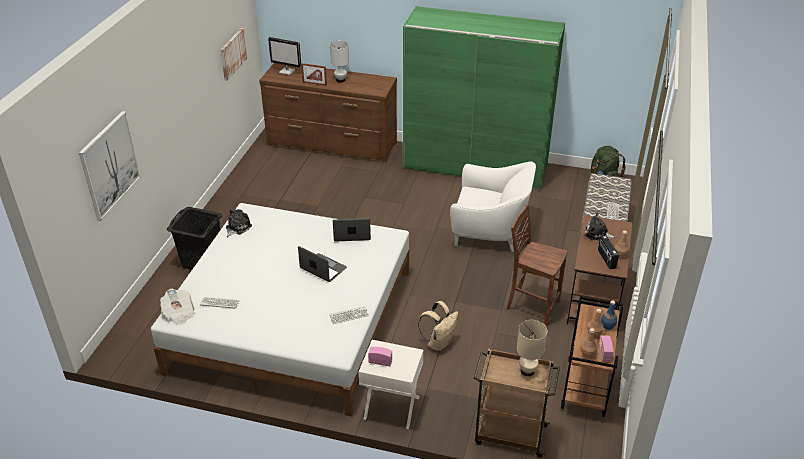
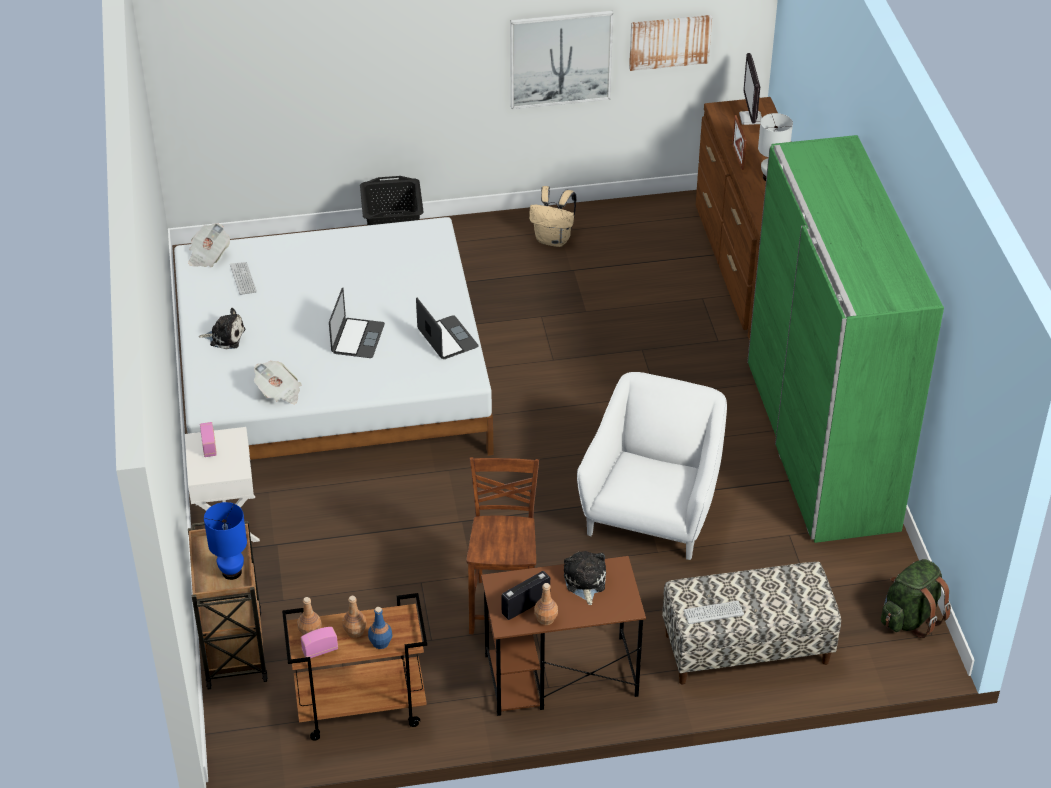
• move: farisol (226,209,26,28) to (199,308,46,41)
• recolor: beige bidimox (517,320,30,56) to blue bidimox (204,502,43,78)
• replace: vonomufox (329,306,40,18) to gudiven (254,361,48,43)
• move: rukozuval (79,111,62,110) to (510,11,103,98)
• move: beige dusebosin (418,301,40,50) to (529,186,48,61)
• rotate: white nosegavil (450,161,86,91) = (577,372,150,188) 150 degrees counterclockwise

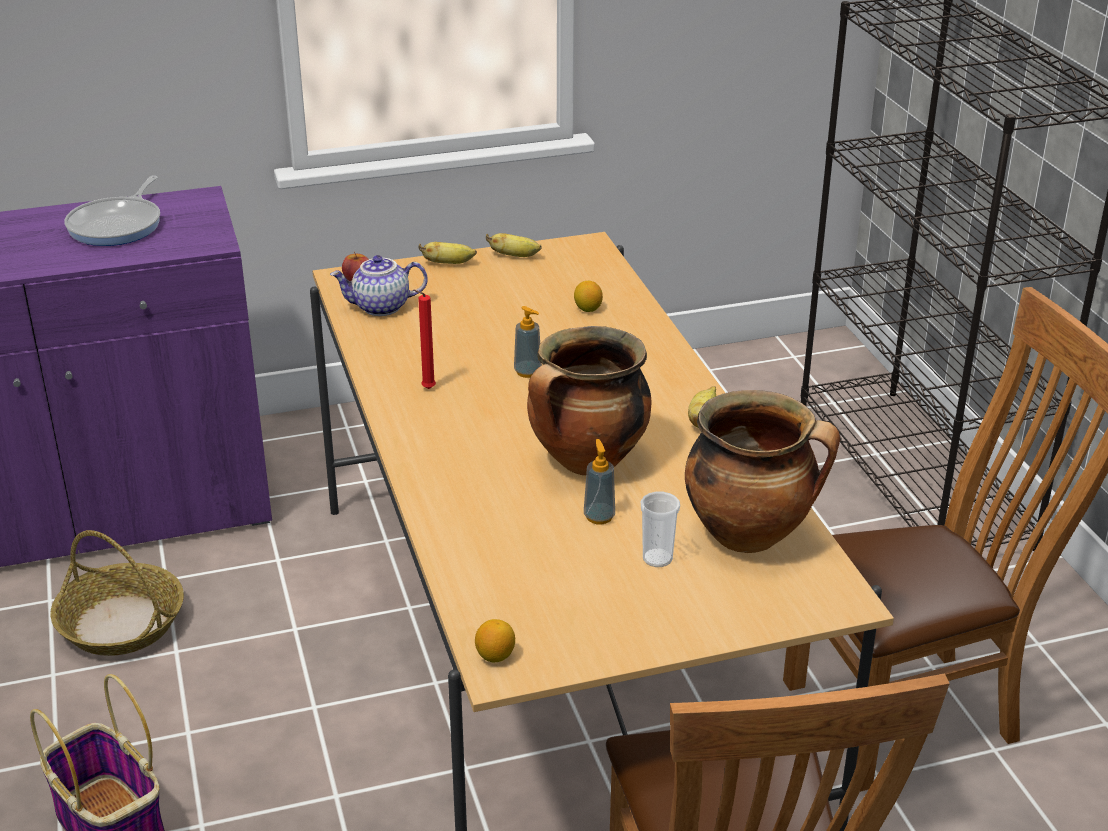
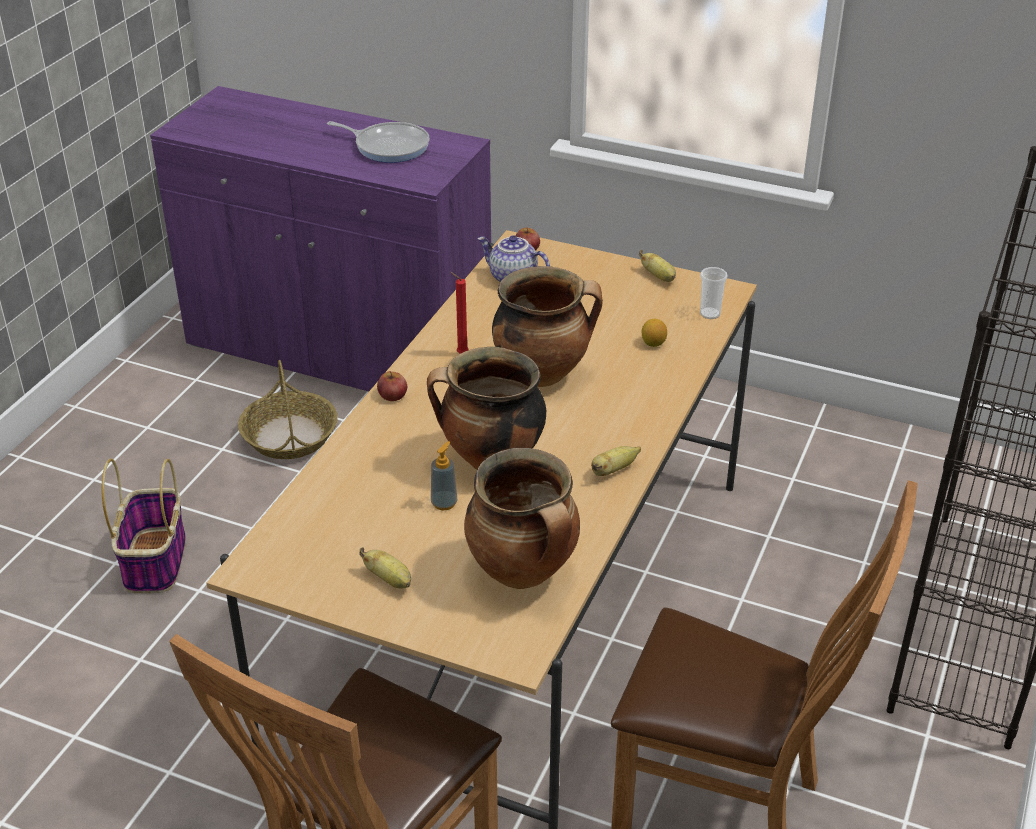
• rotate: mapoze (65,175,95,71) = (327,121,102,42) 120 degrees counterclockwise
• move: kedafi (418,242,59,22) to (359,547,52,42)
• insert: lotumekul (377,371,30,30)
• replace: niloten (514,306,28,72) to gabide (492,266,111,121)
• move: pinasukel (640,492,40,75) to (700,267,28,52)
• delete: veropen (475,619,40,44)

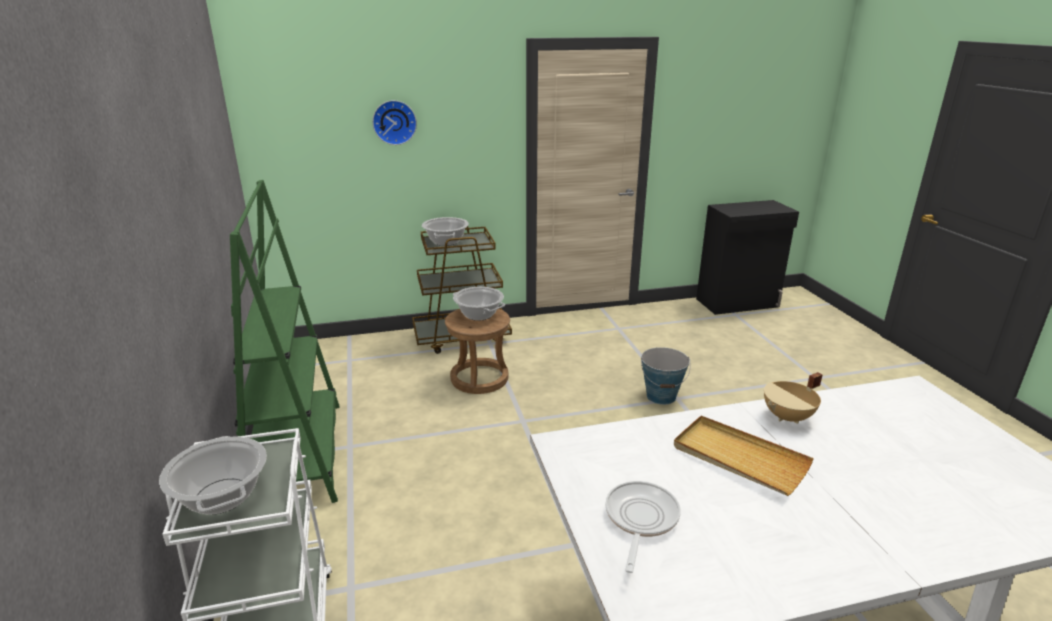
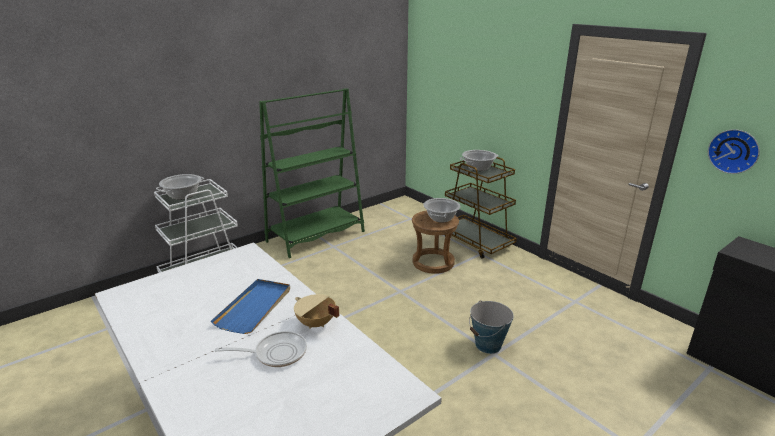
• recolor: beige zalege (674,416,140,80) to blue zalege (211,279,79,55)
• move: mapoze (605,481,76,92) to (215,331,92,36)
• move: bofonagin (372,100,45,45) to (708,129,52,45)

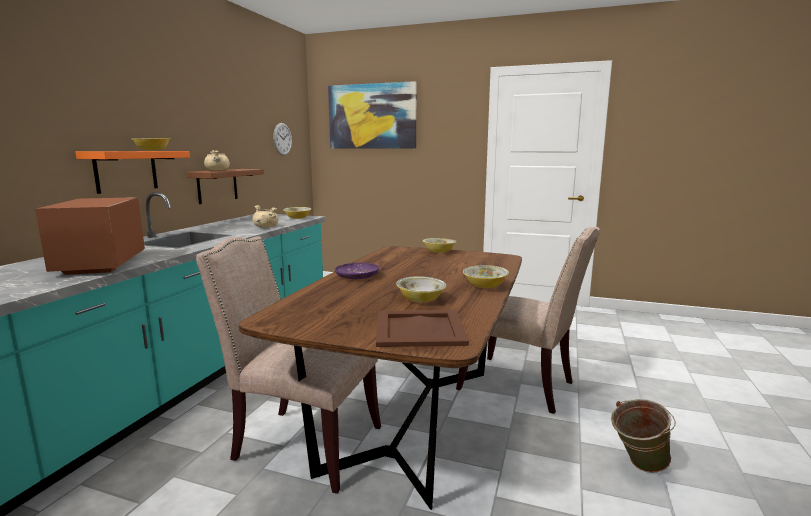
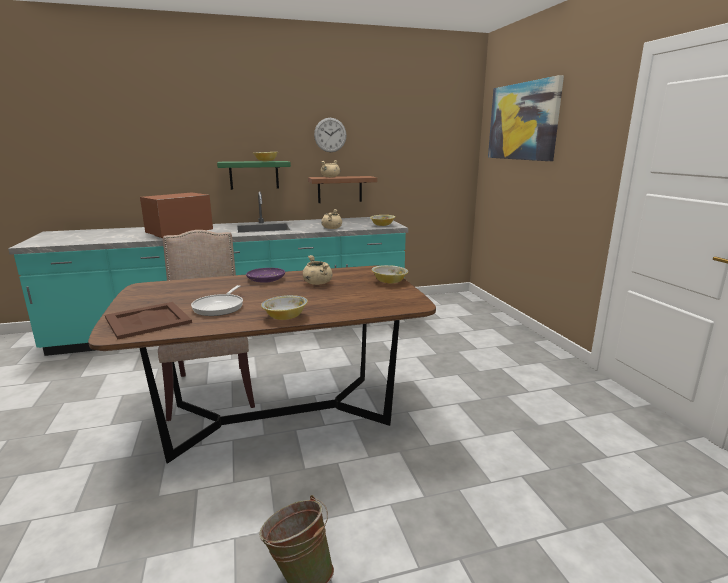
• replace: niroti (396,276,50,26) to mapoze (191,285,52,31)
• recolor: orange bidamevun (76,151,114,43) to green bidamevun (217,161,74,29)
• insert: beige gabide (303,255,30,30)
• move: bofonagin (273,123,19,33) to (314,118,33,34)
• delete: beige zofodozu (456,227,144,187)

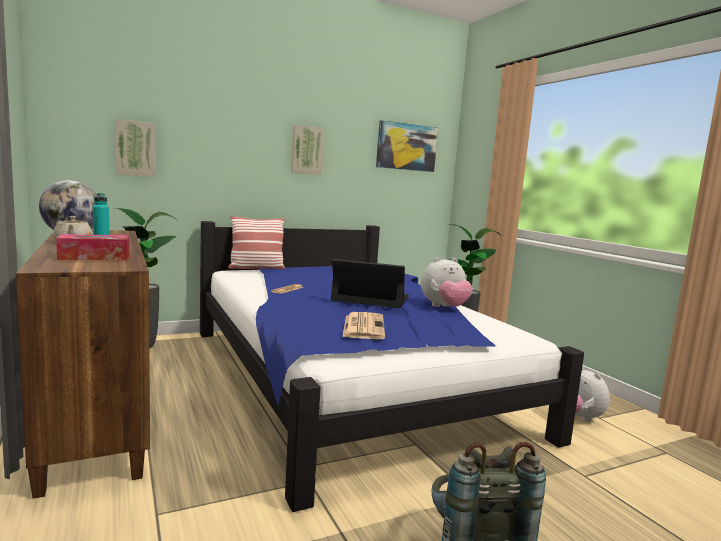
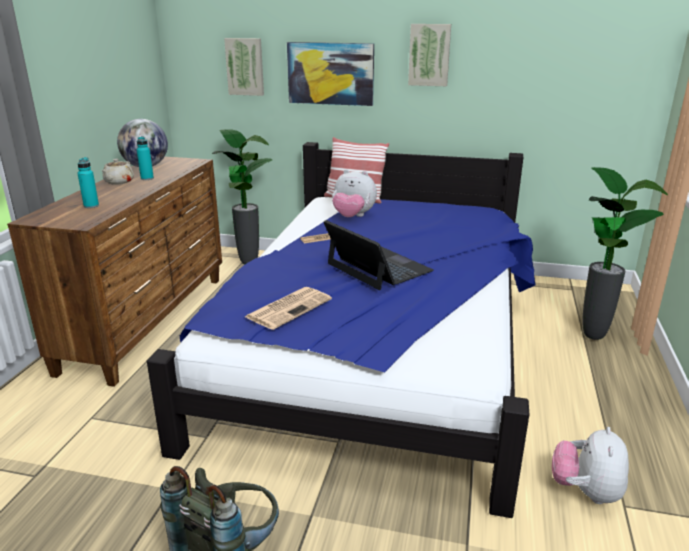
• replace: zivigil (56,234,73,26) to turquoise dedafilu (77,157,22,51)
• move: rukozuval (376,120,62,52) to (287,42,87,64)
• move: farisol (421,258,52,49) to (332,169,45,48)

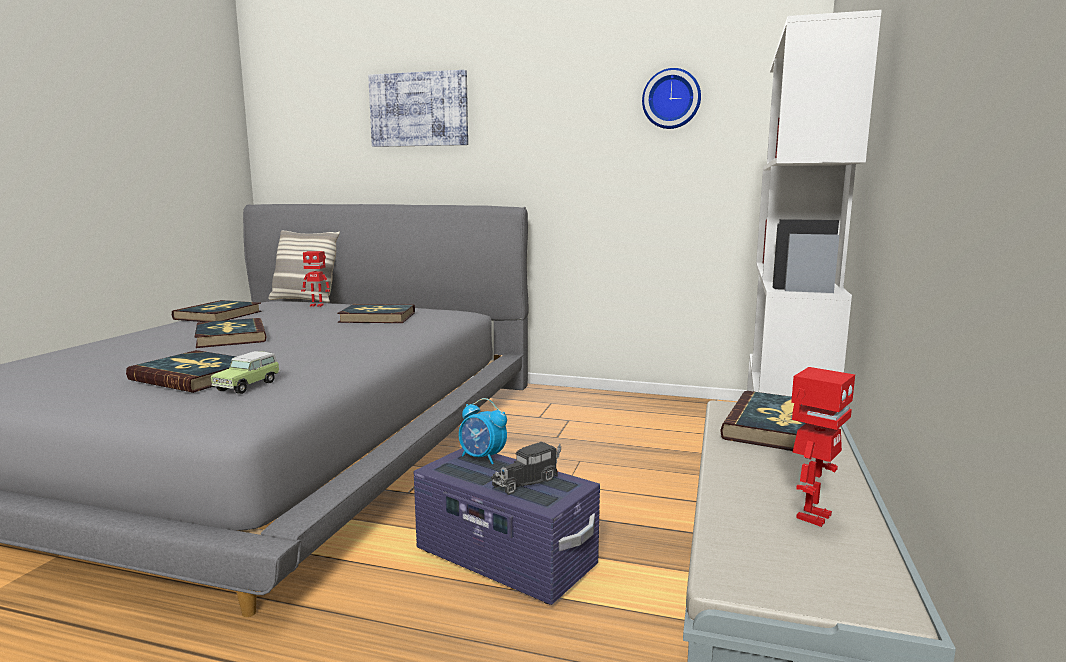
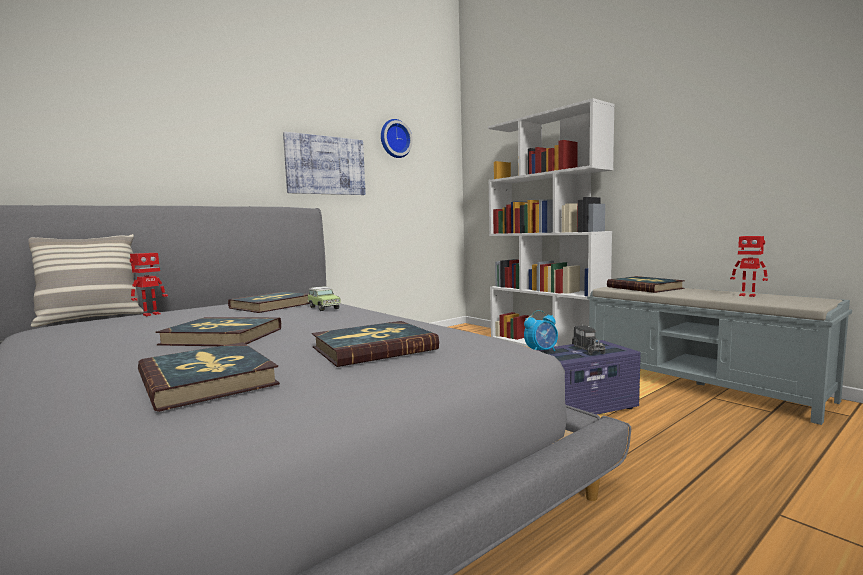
• move: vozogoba (172,300,90,22) to (138,342,142,70)
• move: rukozuval (368,70,100,77) to (283,132,83,63)
• move: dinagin (211,351,69,43) to (307,286,34,25)
• rotate: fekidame (791,367,64,160) = (730,236,38,61) 150 degrees clockwise

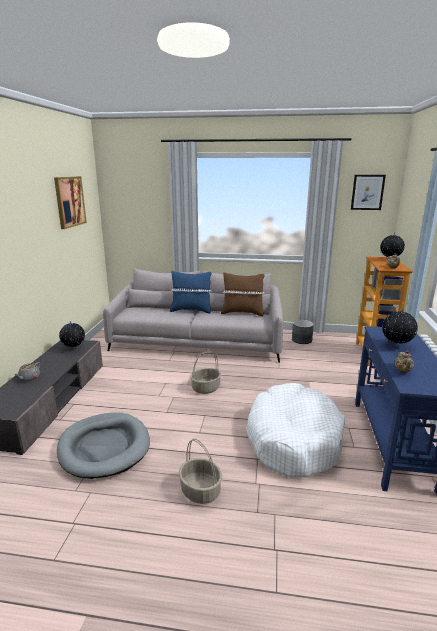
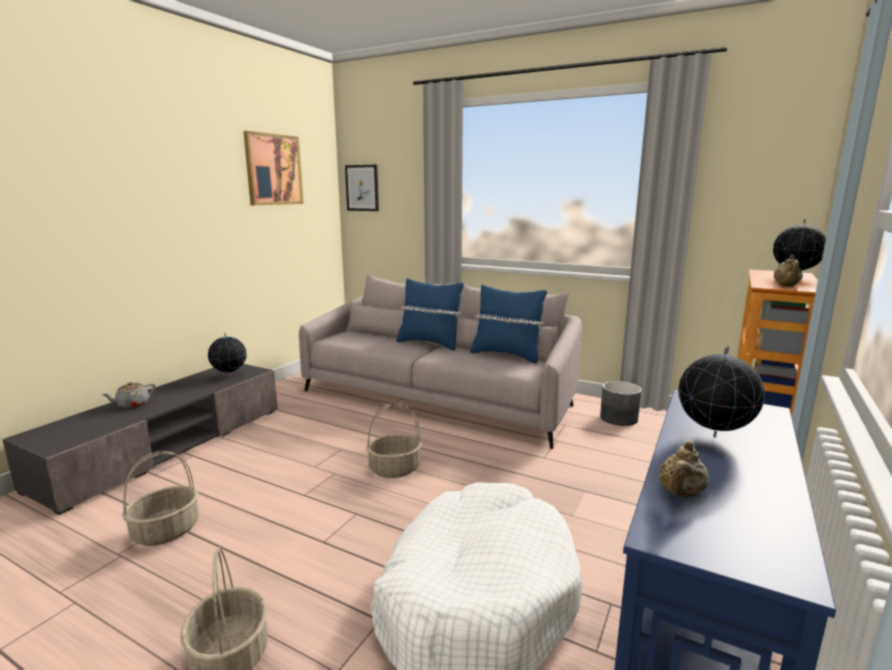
• replace: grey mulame (57,412,93,67) to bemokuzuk (122,451,77,95)
• move: rukozuval (351,175,35,35) to (345,165,34,46)
• recolor: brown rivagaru (221,272,44,44) to blue rivagaru (470,284,77,80)

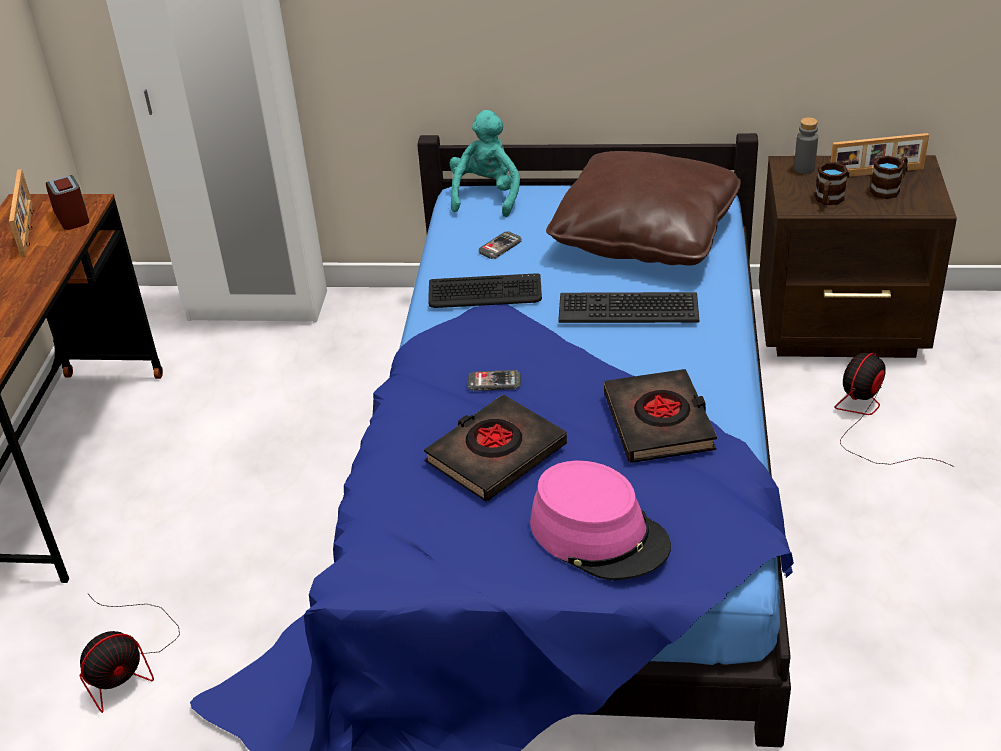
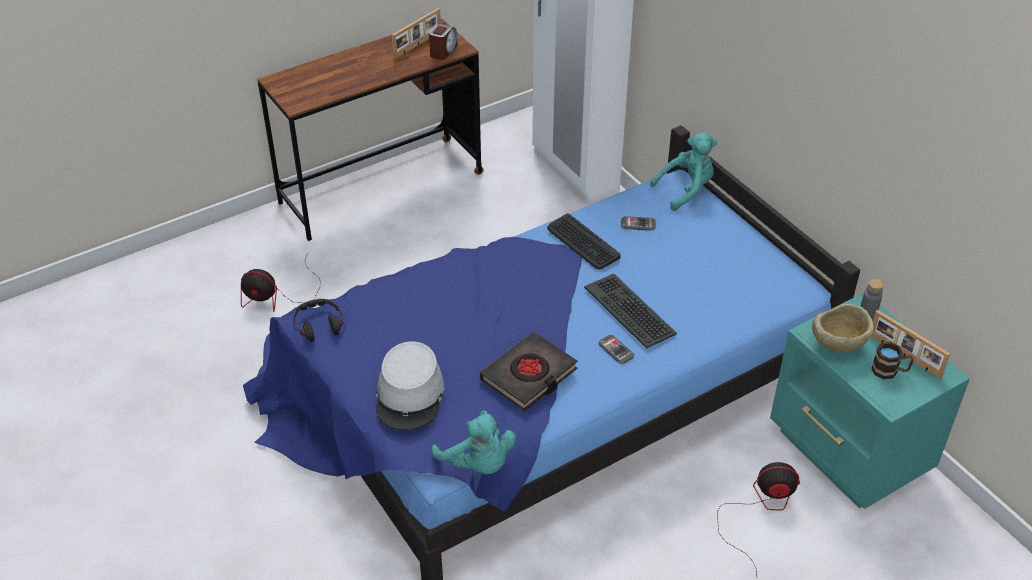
• insert: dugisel (293,299,50,43)
• recolor: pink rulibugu (530,461,141,119) to grey rulibugu (376,341,68,90)
• insert: turquoise farisol (431,410,85,64)
• move: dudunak (468,370,53,21) to (598,335,36,29)
• recolor: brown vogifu (759,155,198,203) to turquoise vogifu (770,293,200,216)
• replace: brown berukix (815,162,33,43) to beige niroti (812,304,62,49)
• delete: black vozogoba (424,394,143,108)
• delete: brown rivagaru (546,151,195,115)

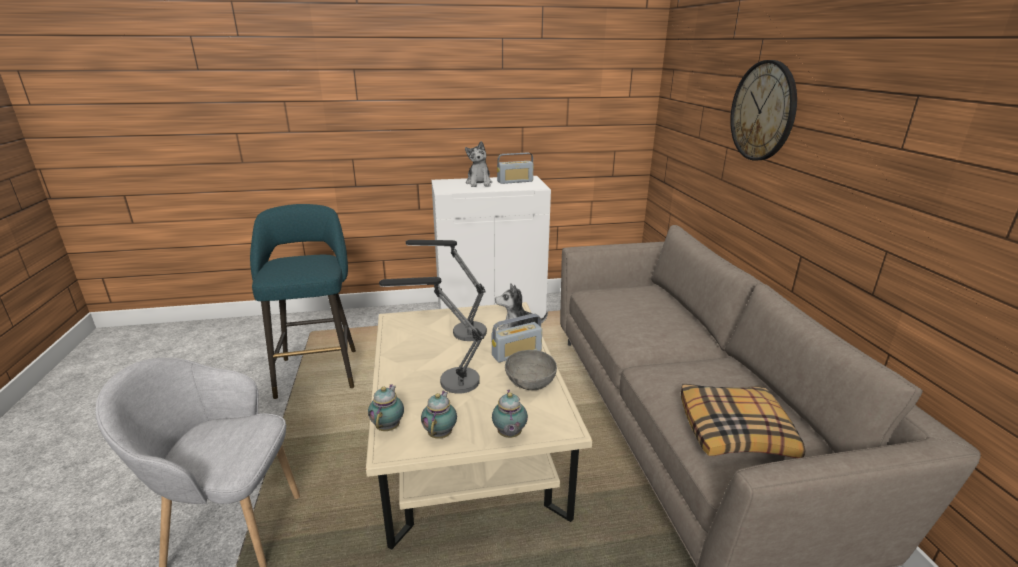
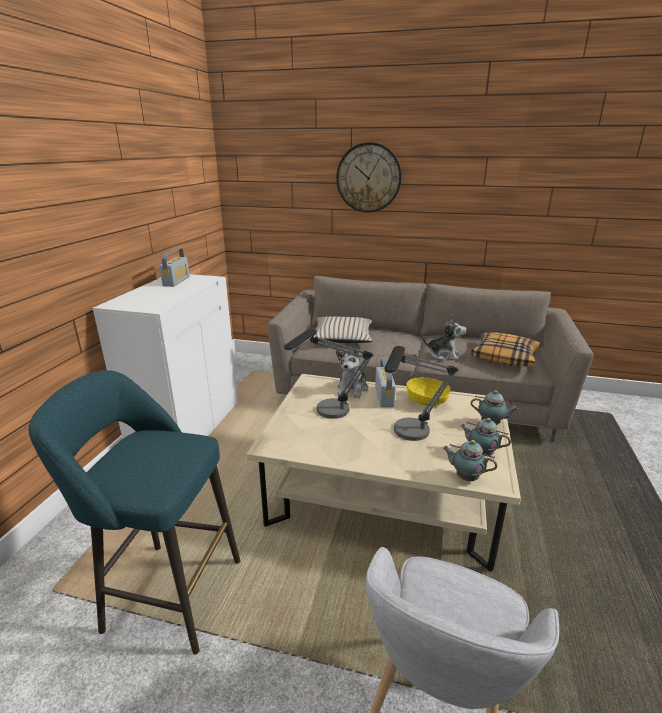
• insert: beige rivagaru (309,316,63,27)
• recolor: grey niroti (505,350,52,40) to yellow niroti (407,378,43,28)
• move: farisol (465,141,27,46) to (422,315,45,45)

